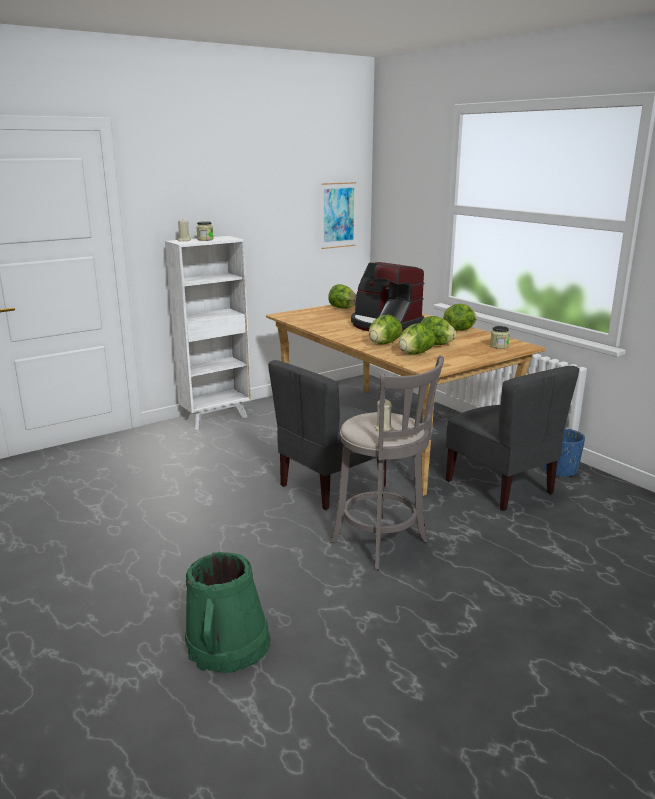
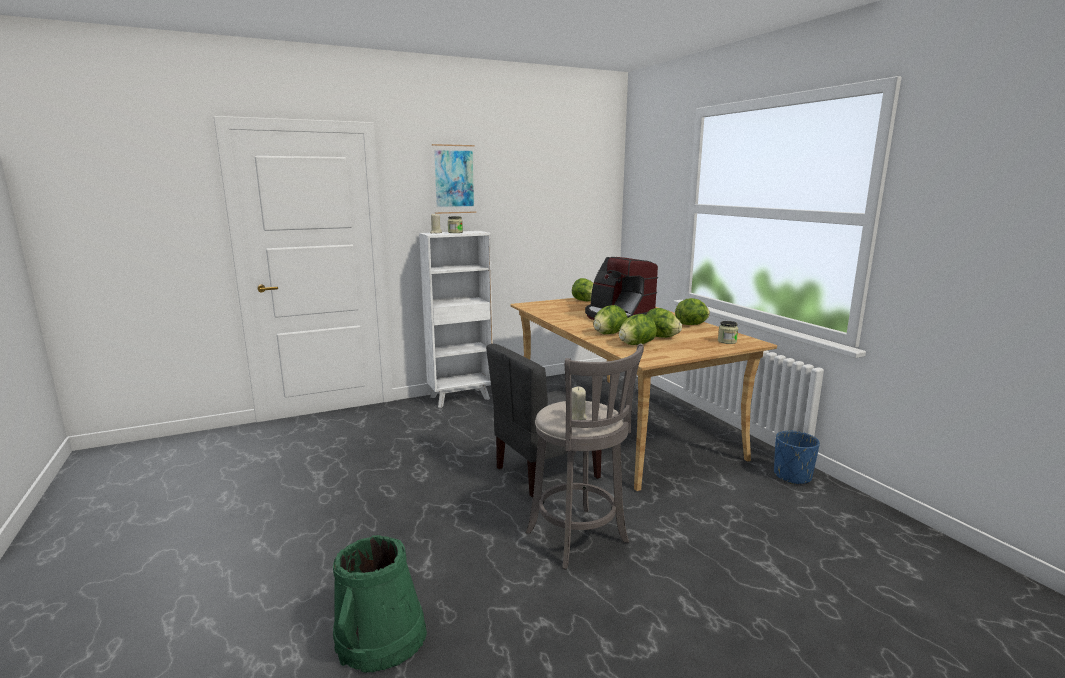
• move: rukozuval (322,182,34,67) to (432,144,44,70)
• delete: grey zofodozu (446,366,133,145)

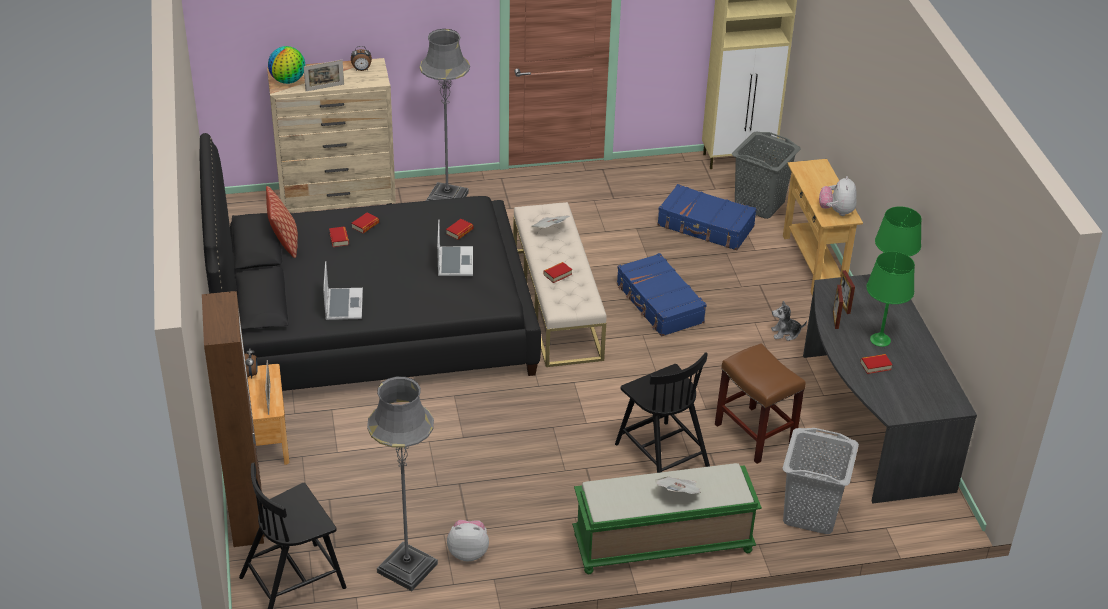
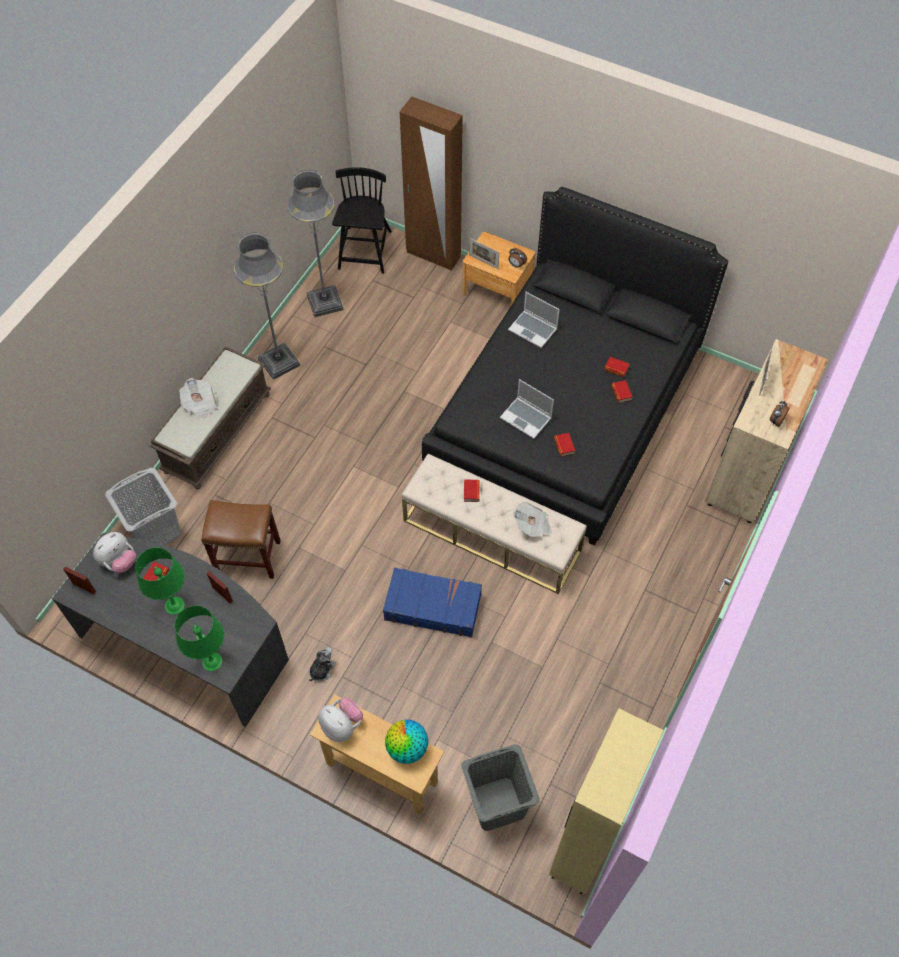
• move: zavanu (840,270,15,44) to (63,566,33,28)
• move: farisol (447,520,42,41) to (93,532,43,41)
• recolor: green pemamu (572,463,190,111) to brown pemamu (150,347,121,142)
• move: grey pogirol (419,29,51,172) to (234,233,66,147)
• move: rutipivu (268,46,37,38) to (385,720,43,44)
• delete: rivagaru (266,186,32,72)
• delete: black zofodozu (615,352,95,121)
• delete: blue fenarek (657,184,100,66)

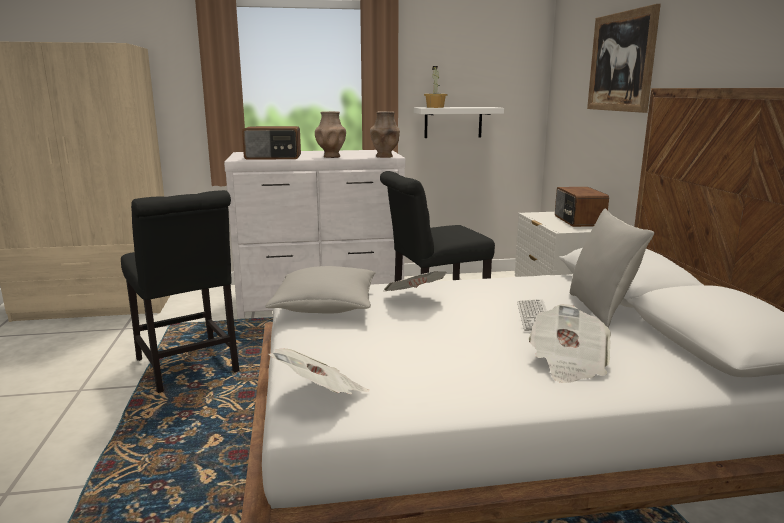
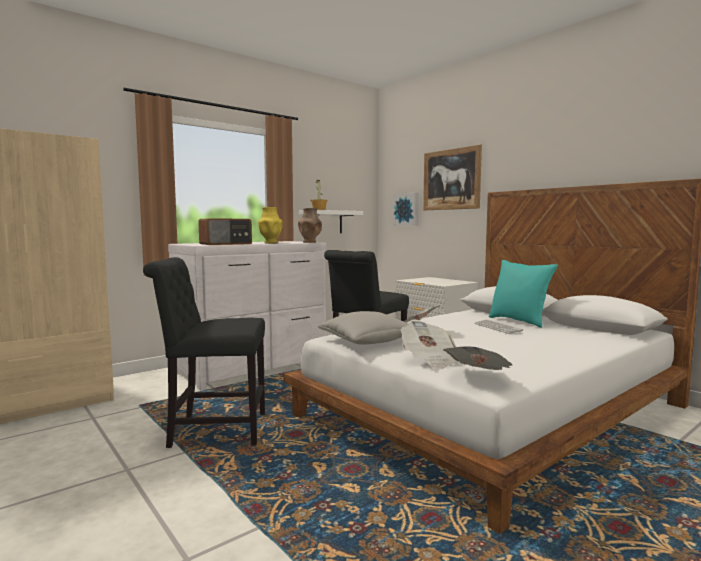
• rotate: black zofodozu (121,190,118,203) = (143,257,122,191) 150 degrees clockwise
• recolor: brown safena (315,111,31,47) to yellow safena (258,207,25,36)
• insert: rukozuval (392,193,27,33)
• move: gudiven (528,304,83,79) to (401,320,56,50)
• recolor: grey rivagaru (570,208,84,120) to turquoise rivagaru (489,260,69,68)
• delete: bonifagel (555,187,54,40)

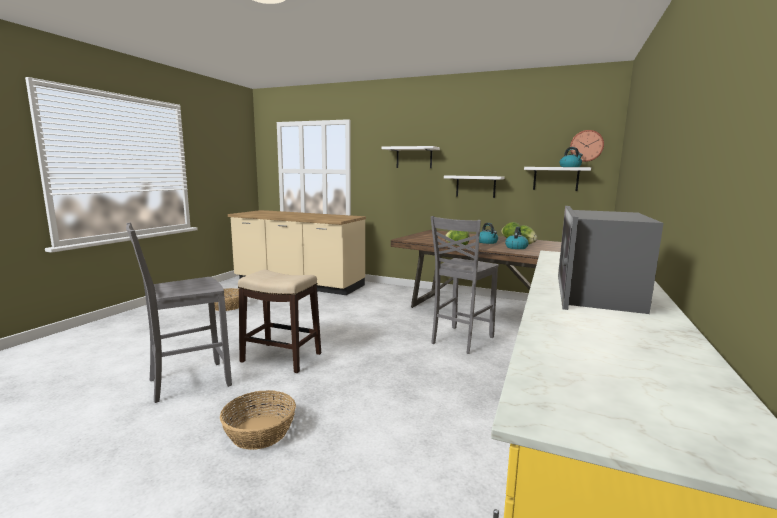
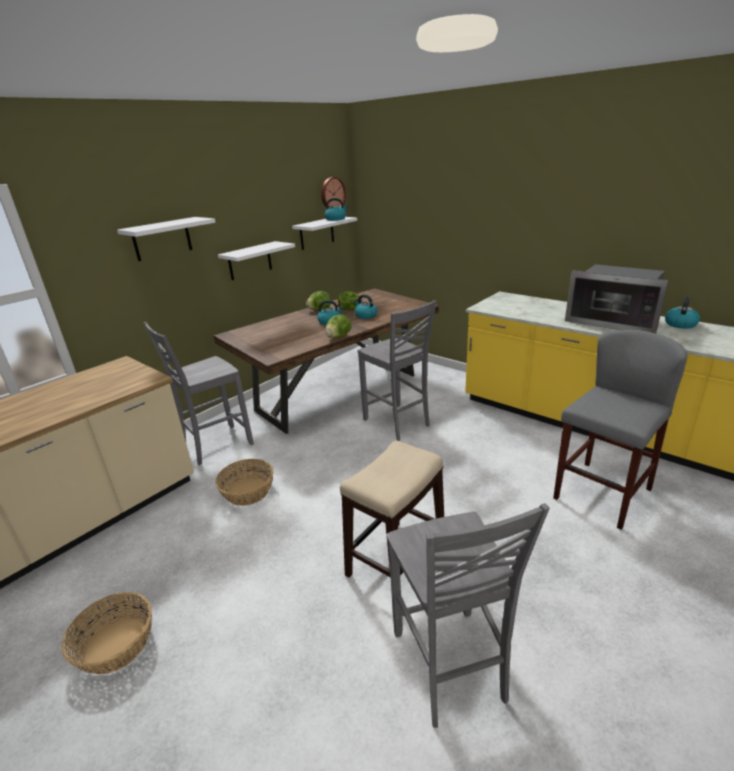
• insert: grey zofodozu (144,322,110,143)
• move: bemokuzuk (220,390,76,60) to (215,459,59,47)
• insert: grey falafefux (553,330,135,200)
• insert: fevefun (665,296,35,33)

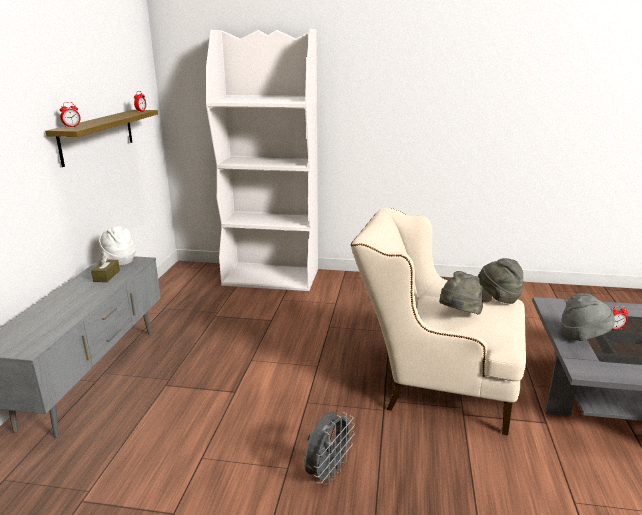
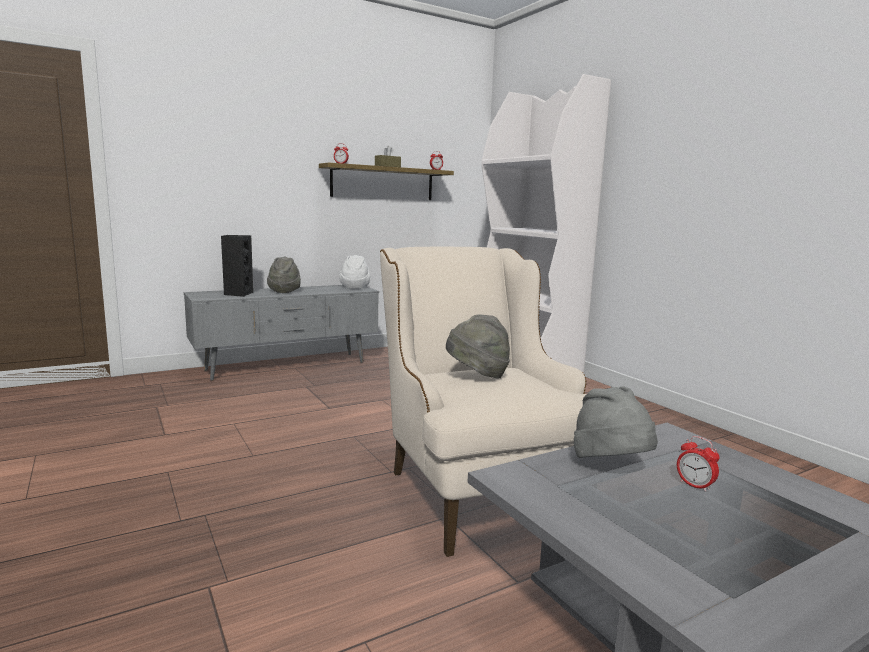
• insert: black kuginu (221,235,32,62)
• move: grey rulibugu (478,258,45,46) to (267,257,34,36)
• move: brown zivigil (91,254,29,28) to (375,146,26,21)
• delete: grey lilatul (304,411,51,74)

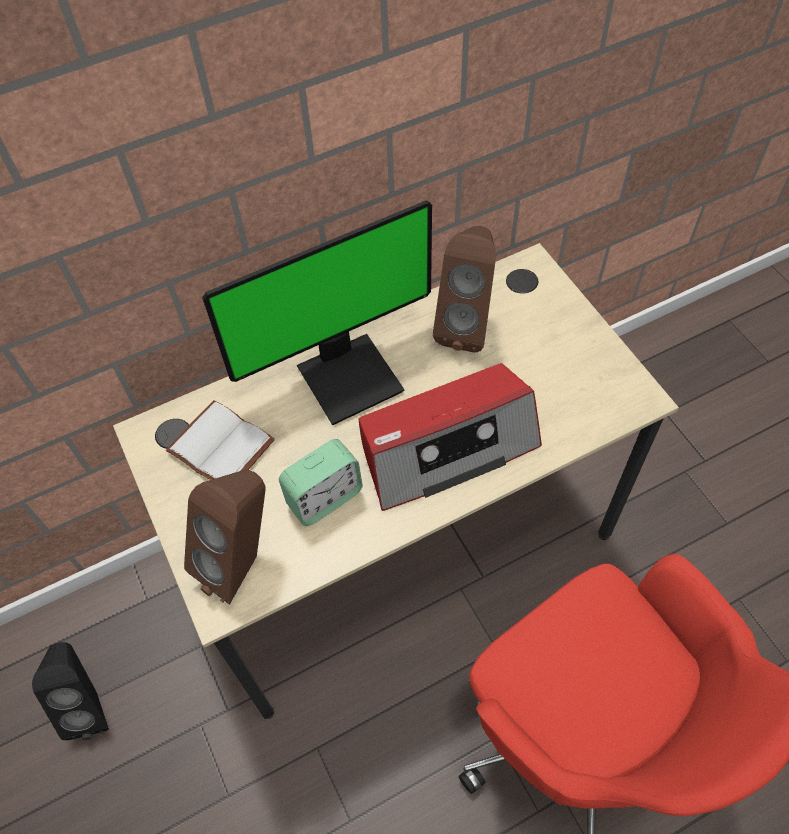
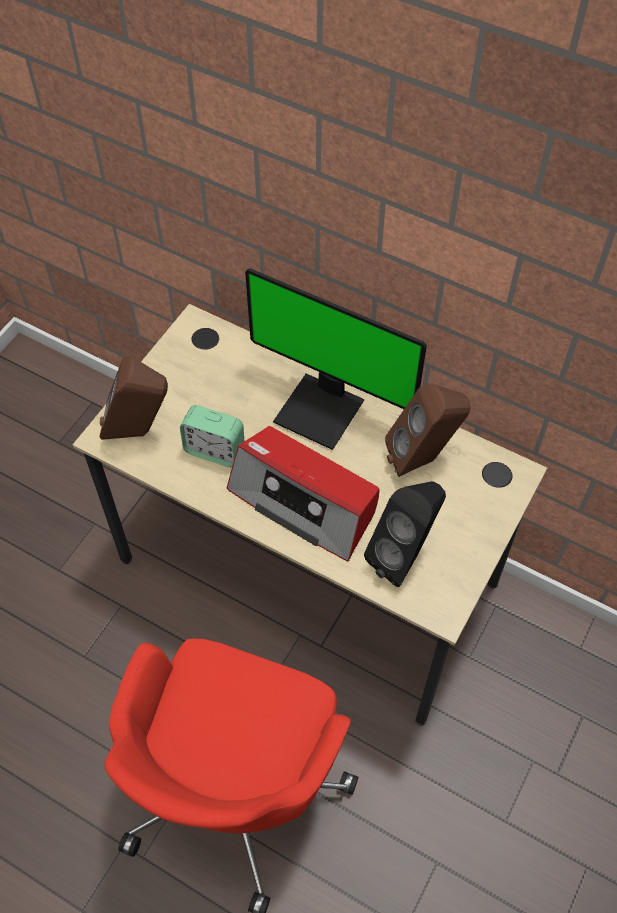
• move: black kuginu (32,642,77,98) to (364,481,82,106)
• delete: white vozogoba (166,400,109,80)

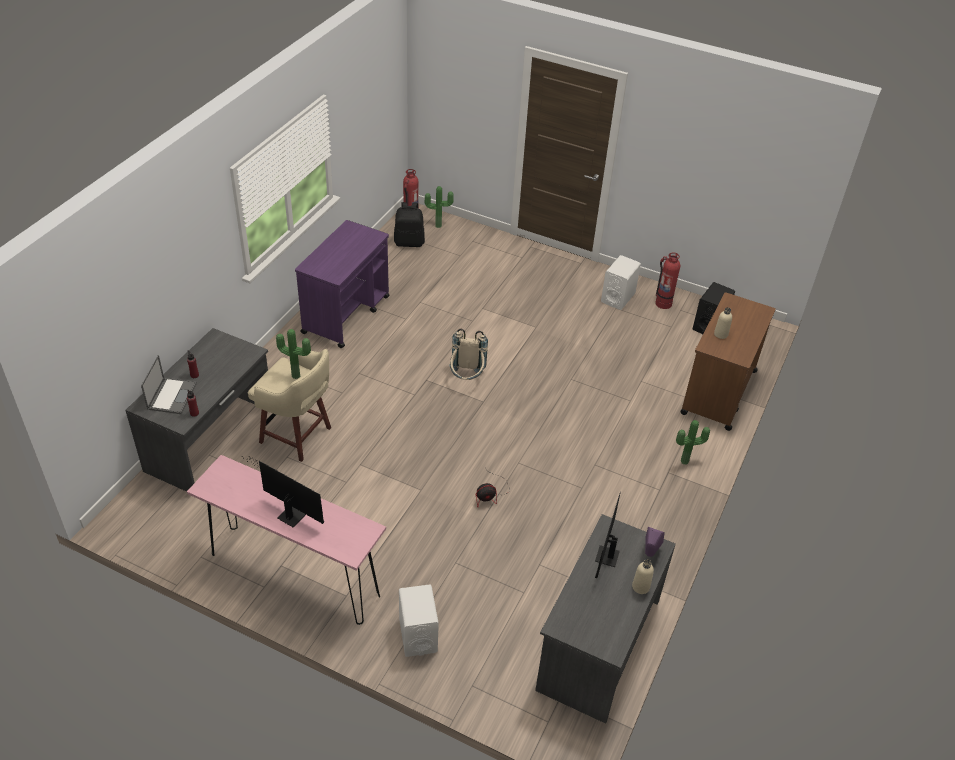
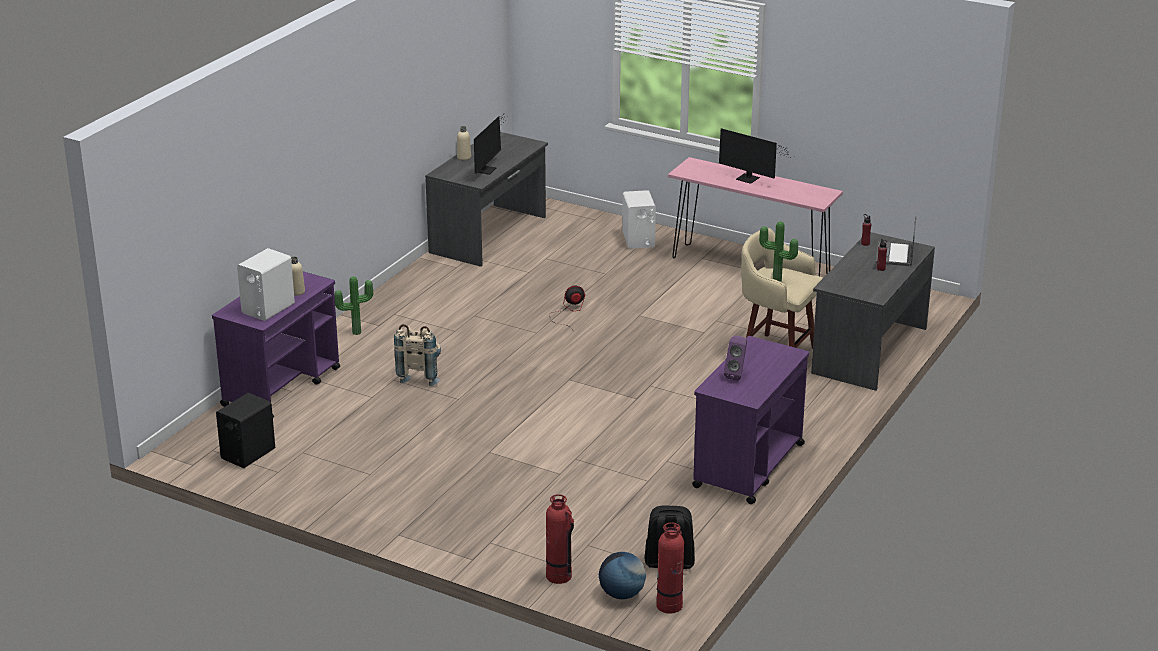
• recolor: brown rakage (680,292,96,139) to purple rakage (212,271,128,147)
• move: white kuginu (601,255,40,55) to (237,248,58,73)
• move: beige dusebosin (449,329,39,51) to (394,324,47,62)
• move: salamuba (655,253,25,56) to (546,494,28,90)
• replace: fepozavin (425,186,29,42) to rutipivu (599,552,47,47)
• move: purple kuginu (645,527,20,30) to (724,336,23,45)

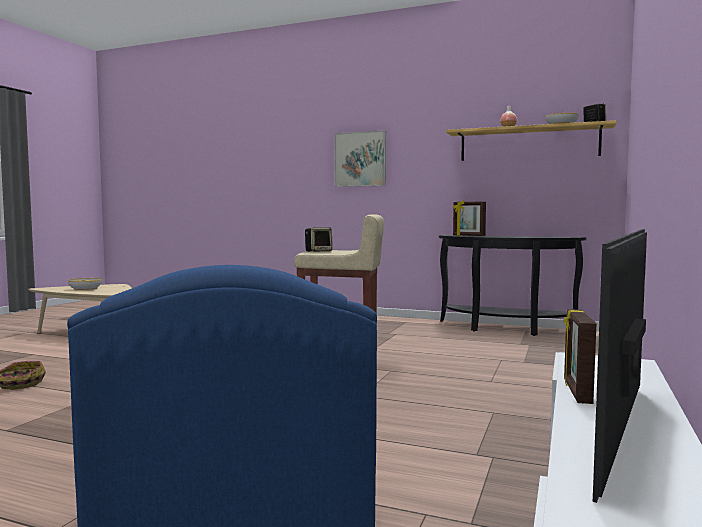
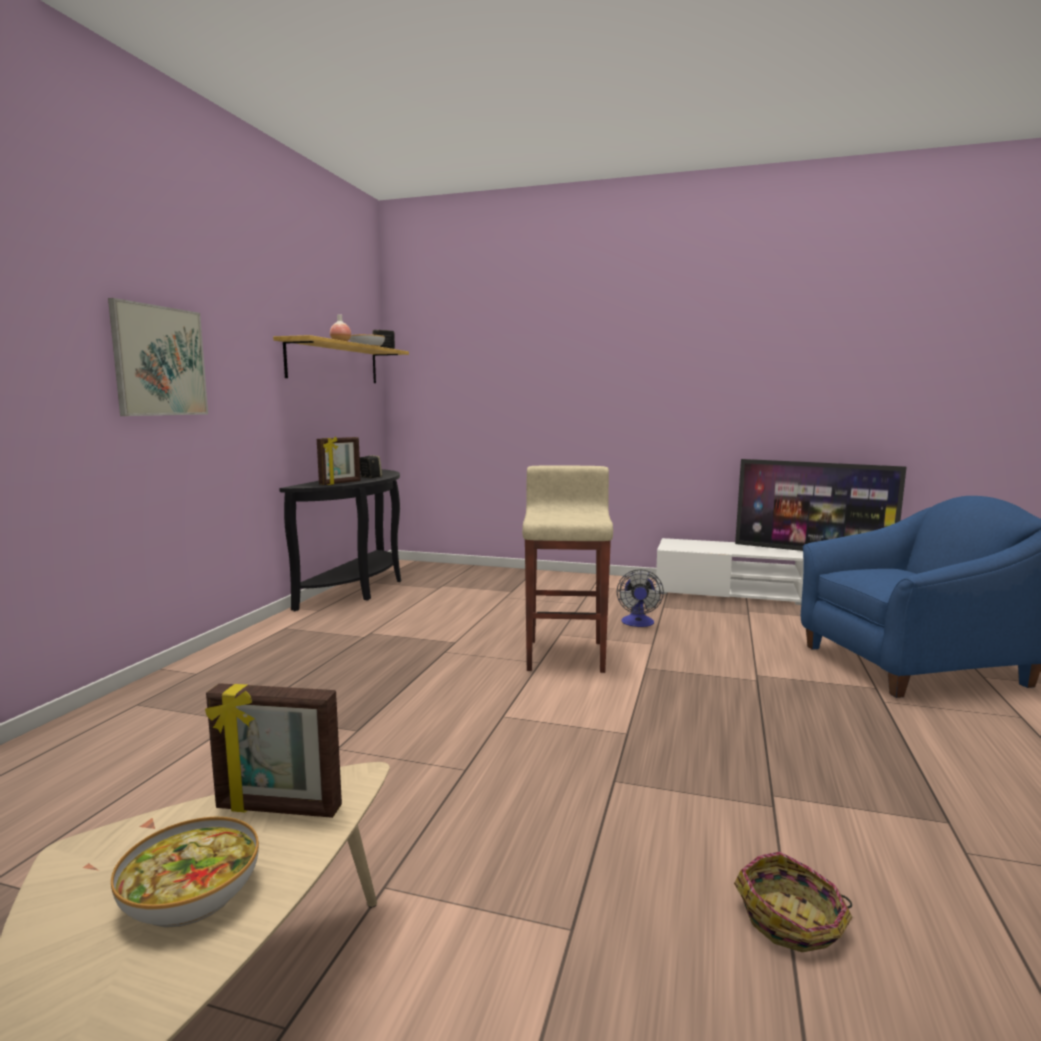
• move: zavanu (564,309,32,95) to (205,683,137,135)
• move: kuginu (305,227,28,25) to (360,455,22,23)
• insert: lilatul (617,570,47,57)

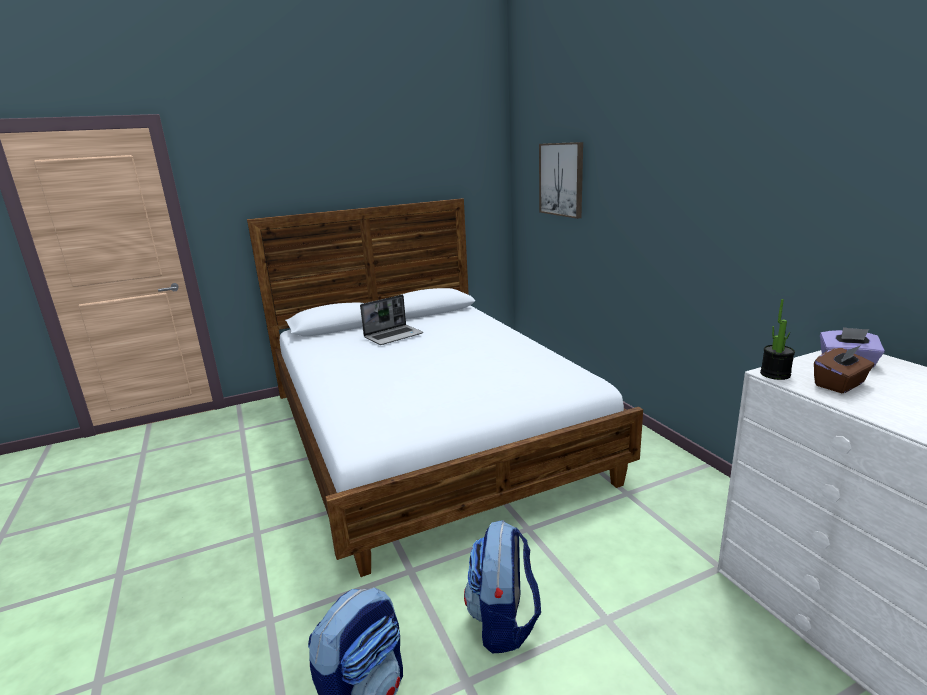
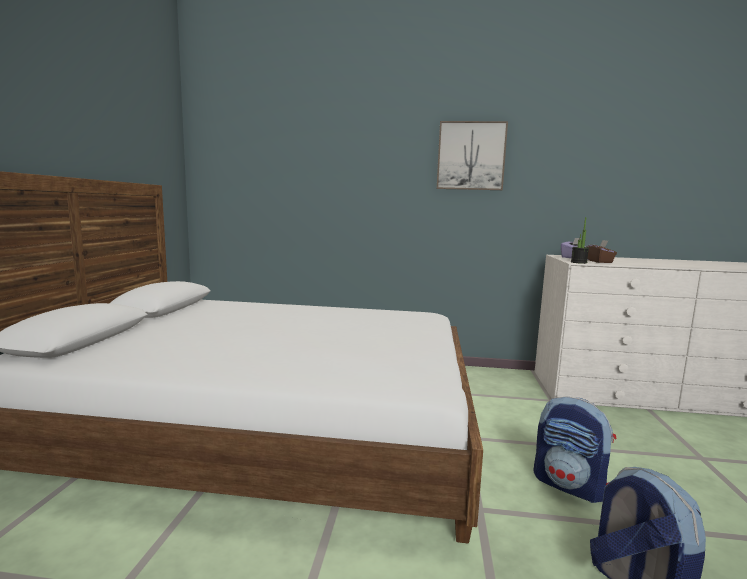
• move: rukozuval (539,142,44,77) to (437,121,71,69)
• delete: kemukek (360,295,63,50)

